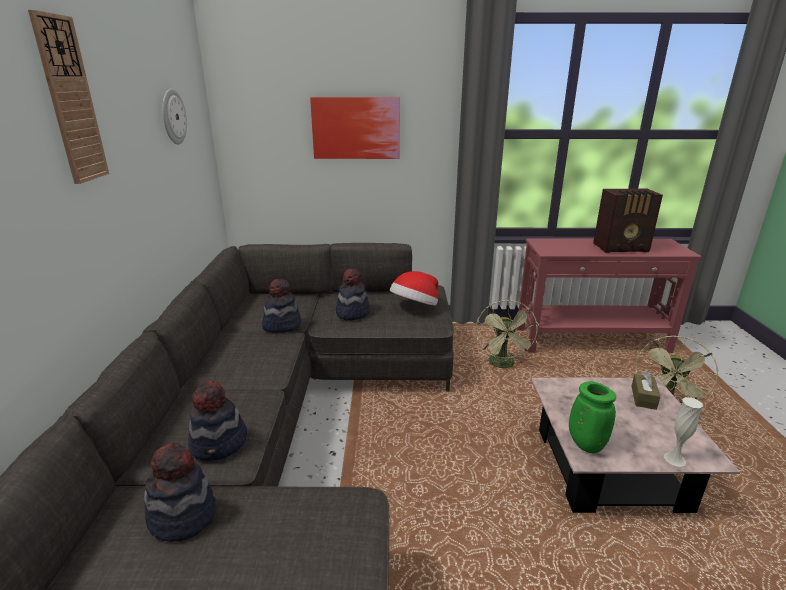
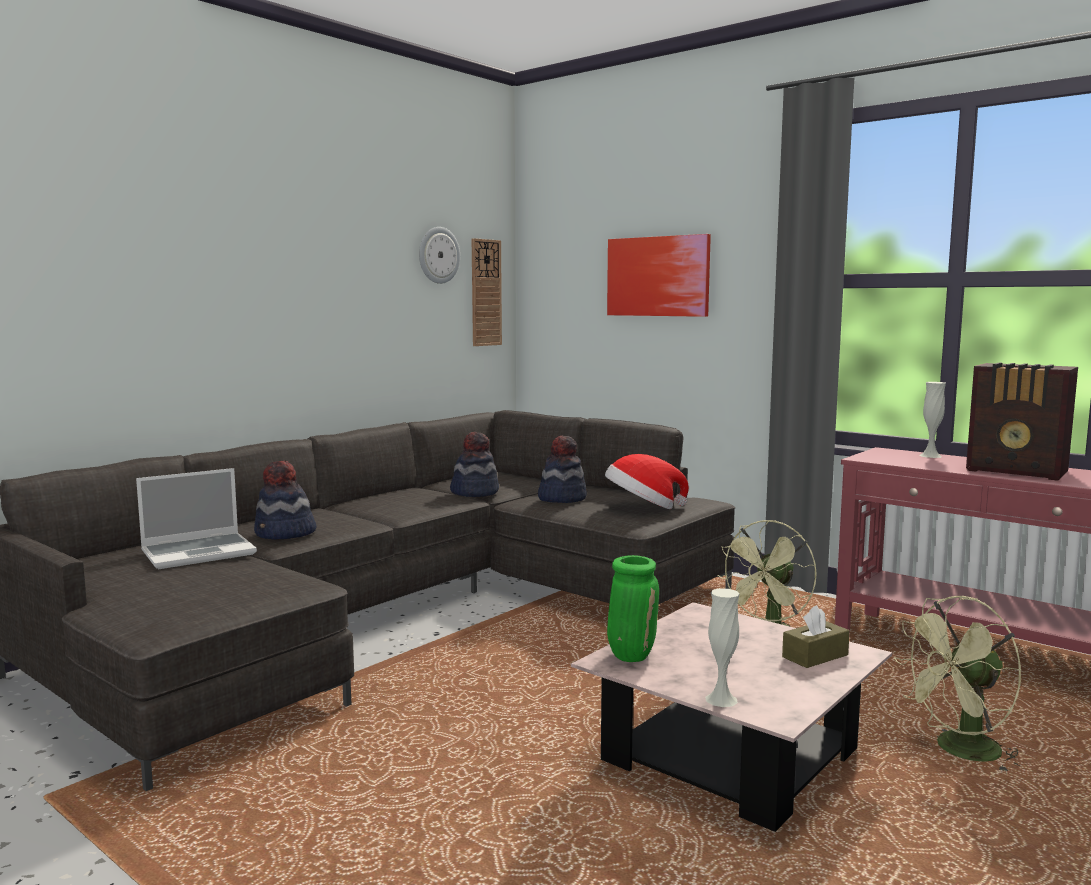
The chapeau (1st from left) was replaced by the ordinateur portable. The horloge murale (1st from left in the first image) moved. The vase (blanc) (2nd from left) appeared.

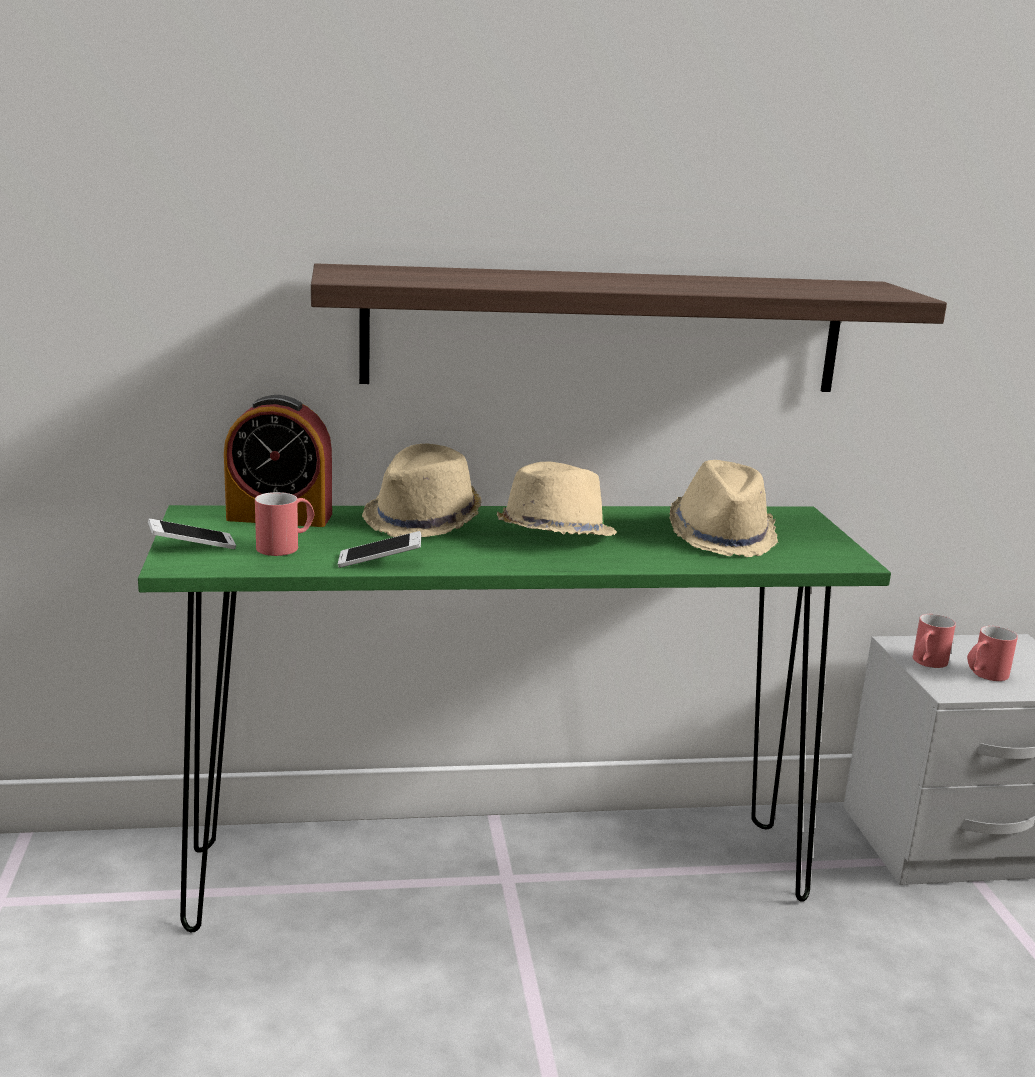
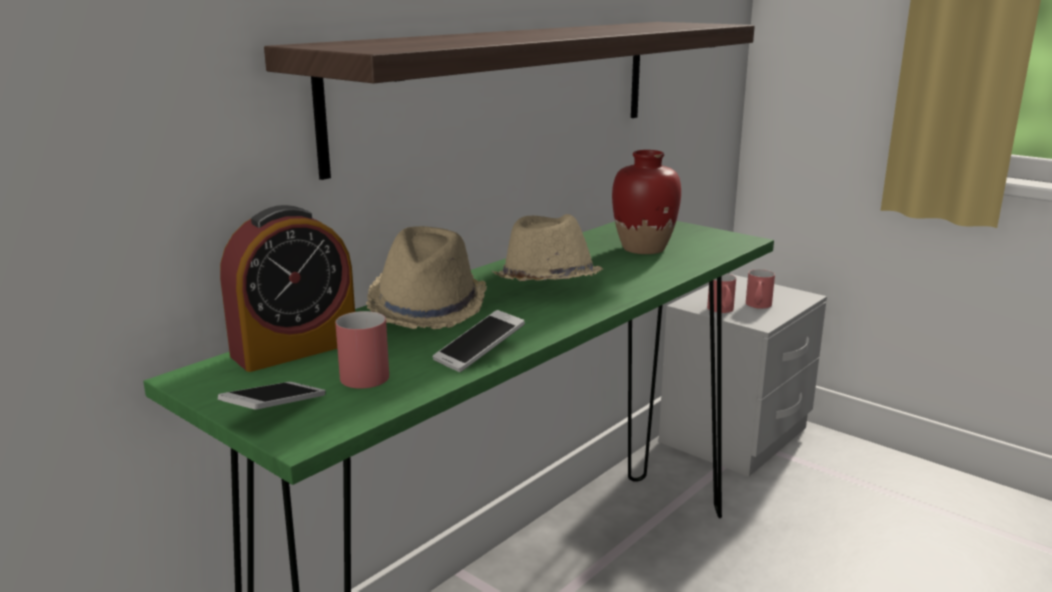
The chapeau (beige) (3rd from left) was replaced by the vase (rouge).

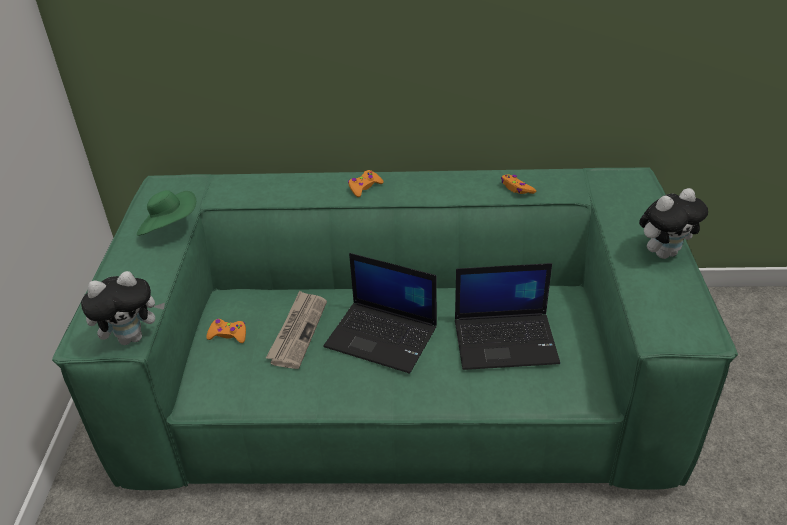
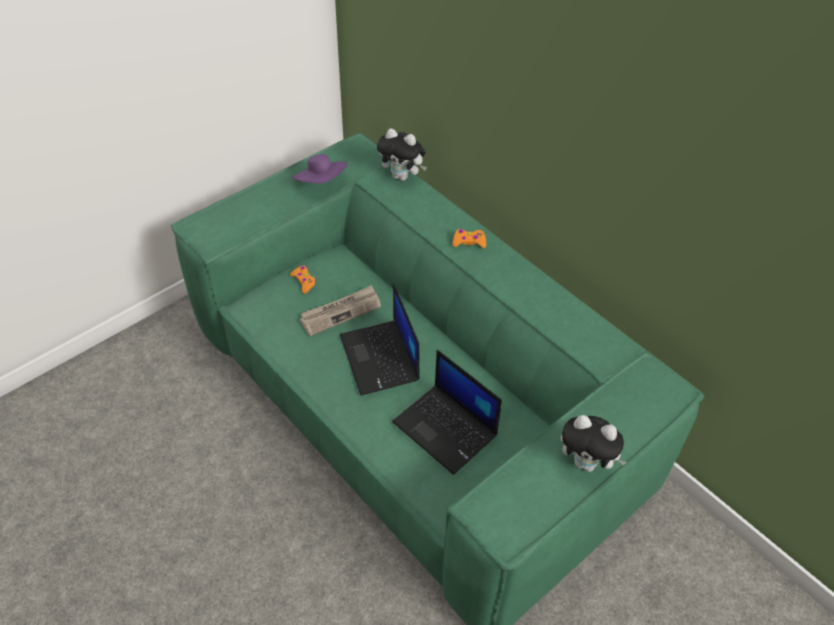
The chapeau (vert) became the chapeau (violet). The peluche (1st from left) moved. The manette (orange) (3rd from left) disappeared.

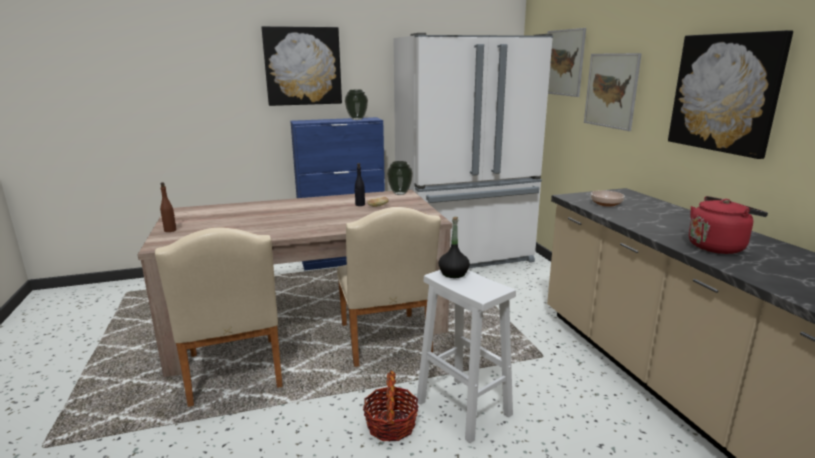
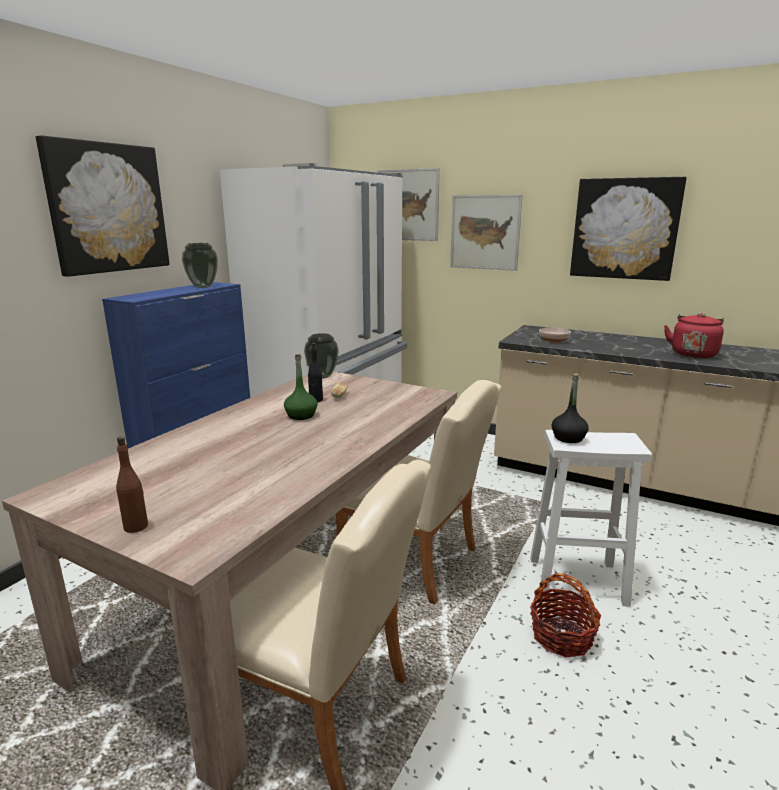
The bouteille (vert) appeared.

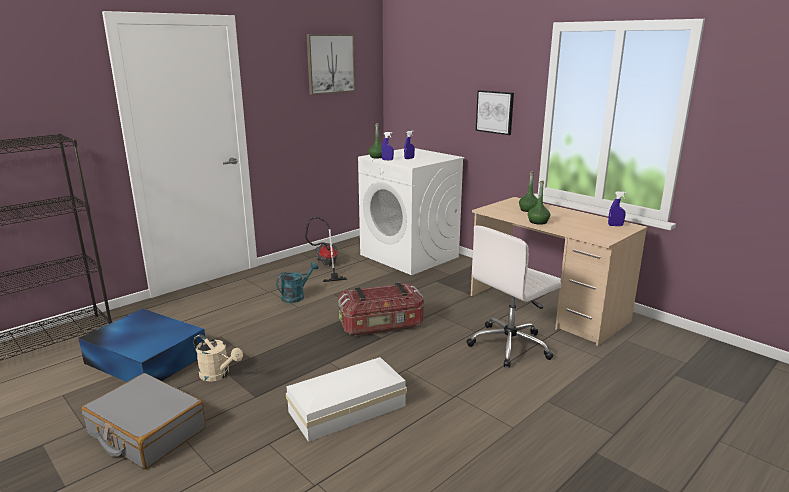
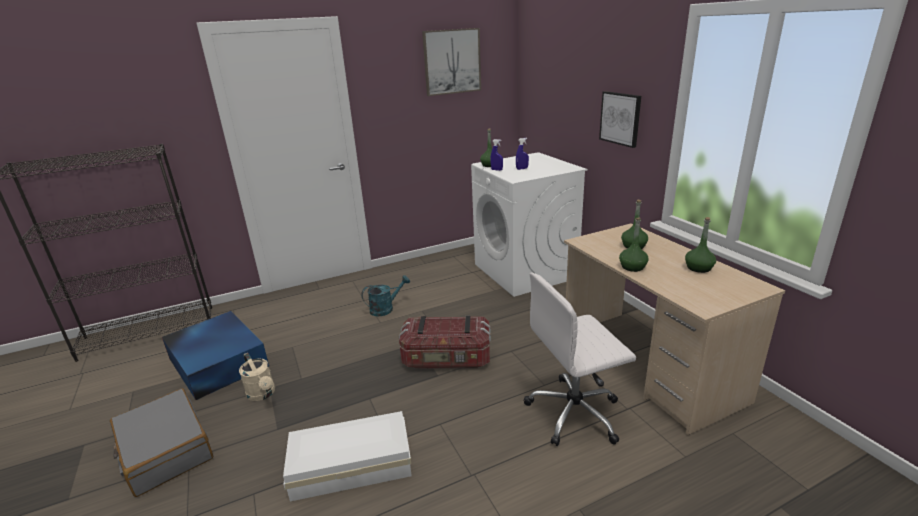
The bouteille (vert) (4th from left) appeared. The aspirateur disappeared. The vaporisateur (bleu) (3rd from left) disappeared.

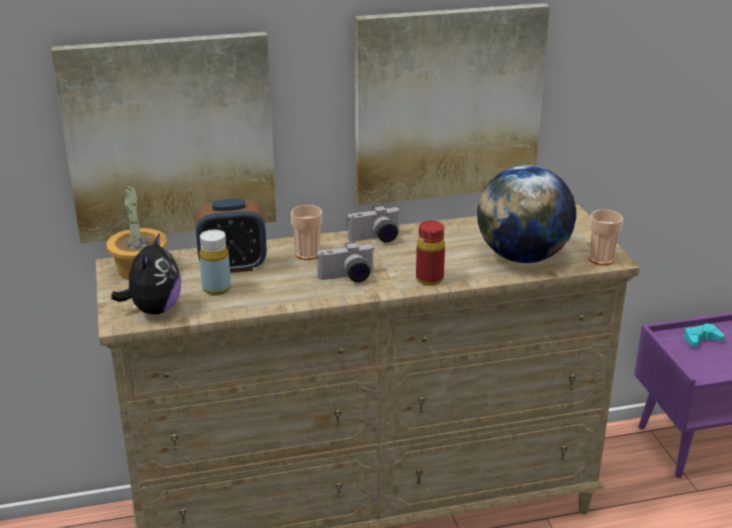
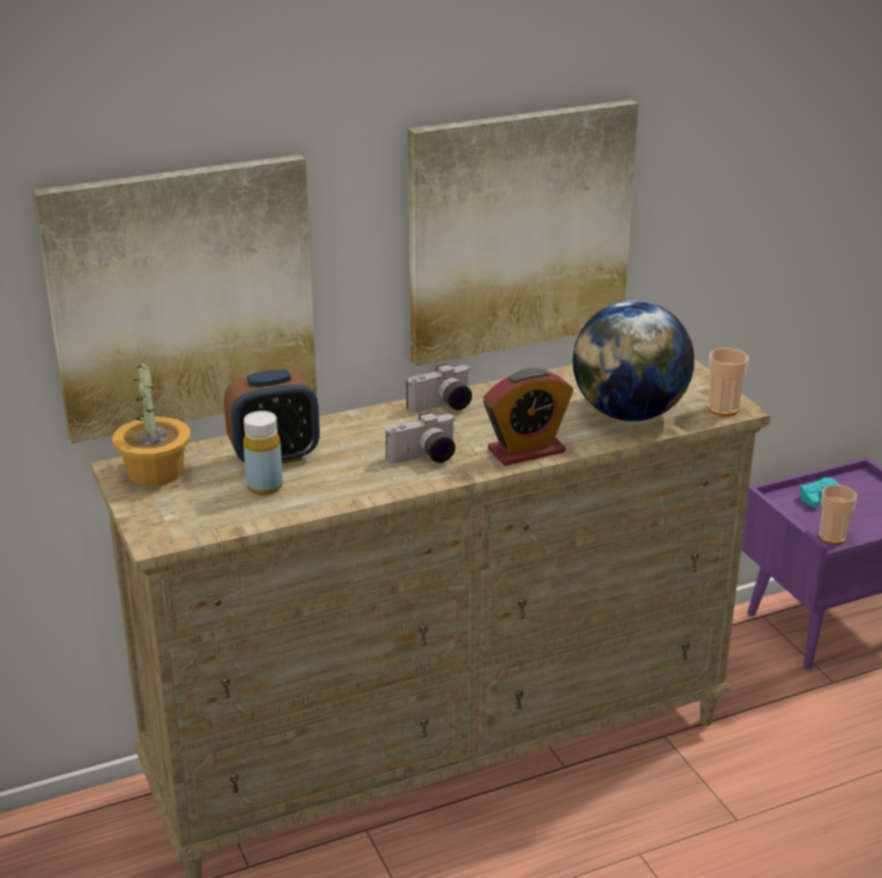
The bouteille (rouge) was replaced by the réveil (2nd from left). The tasse (1st from left in the first image) moved. The peluche disappeared.

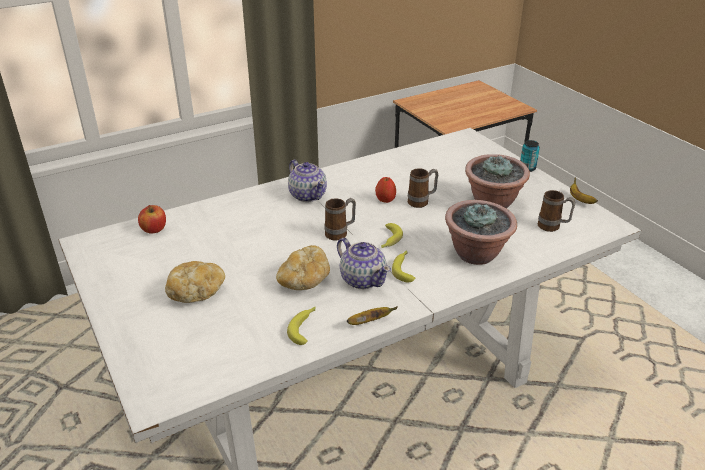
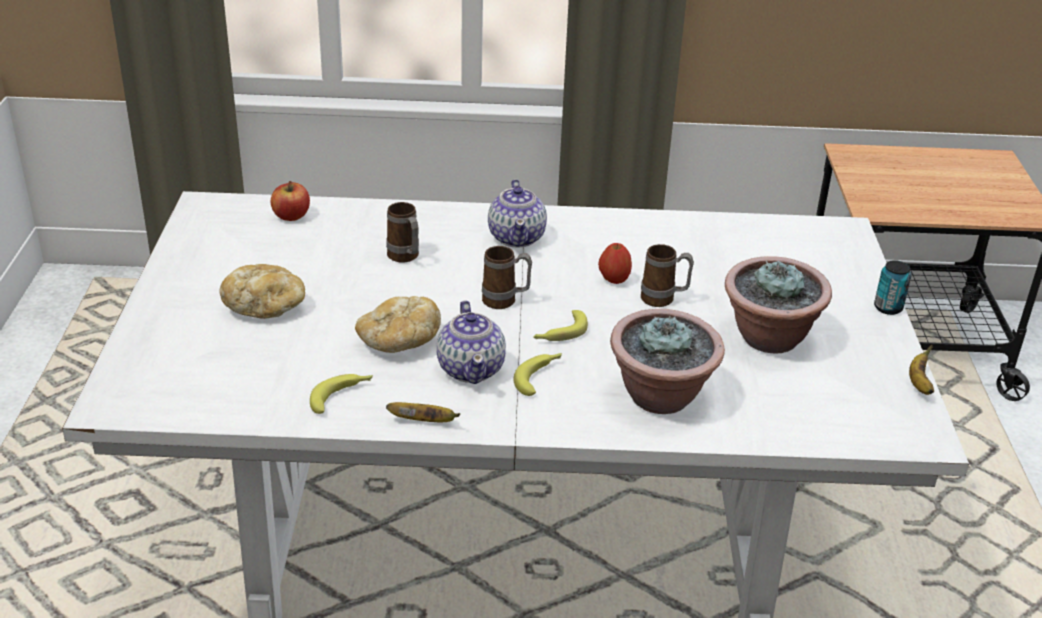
The mug (3rd from left in the first image) moved.

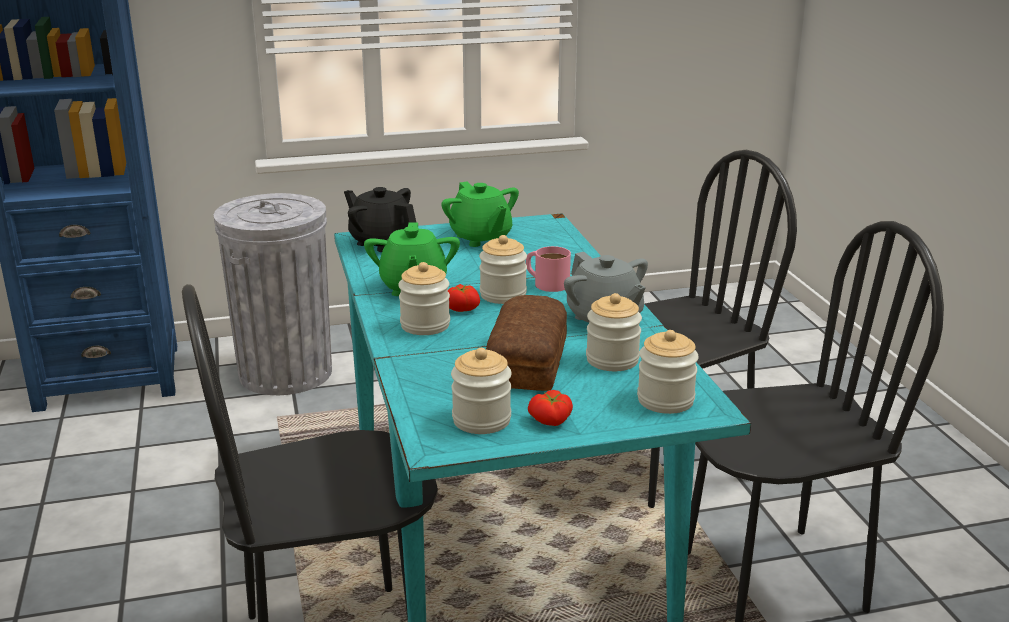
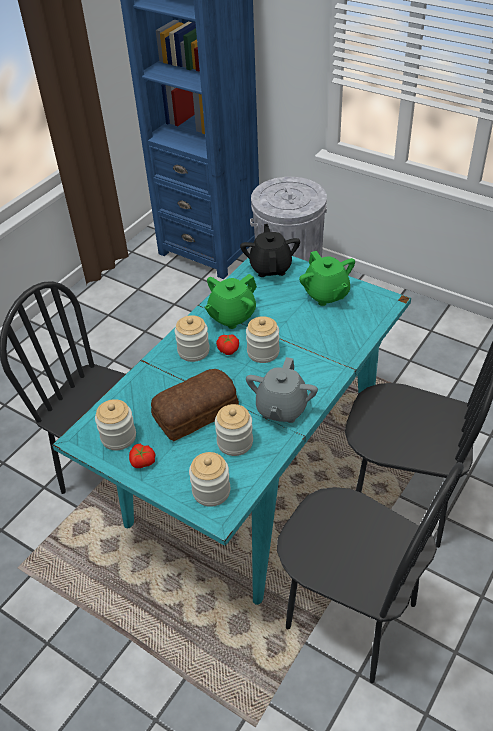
The théière (vert) (2nd from left) turned 45 degrees counterclockwise. The mug (rose) disappeared.

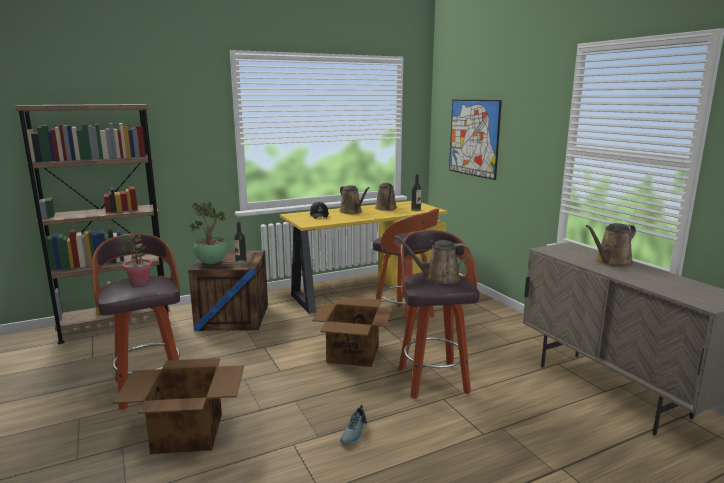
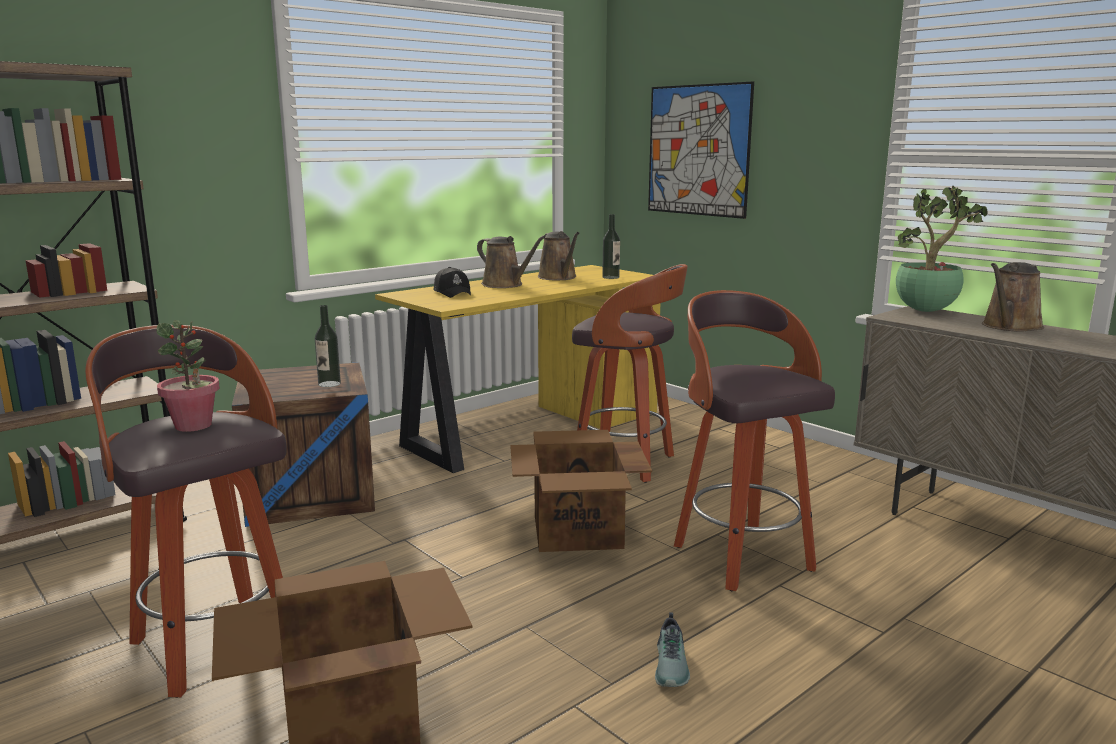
The plante en pot (2nd from left) moved. The arrosoir (marron) (3rd from left) disappeared.

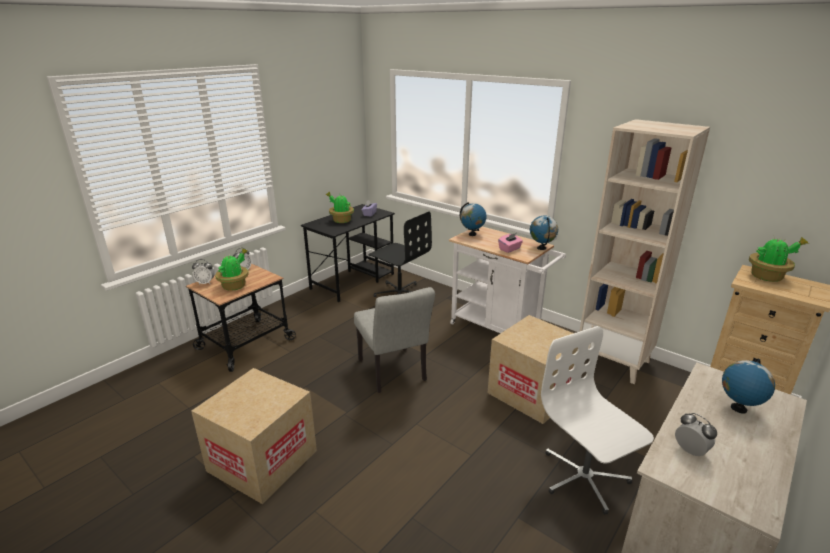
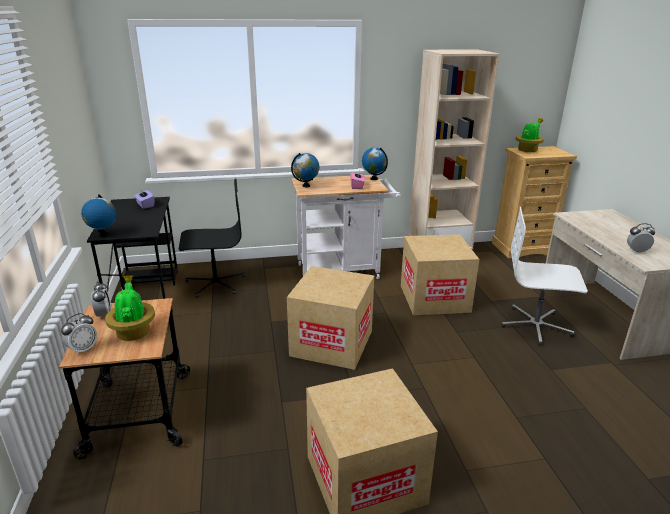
The globe (3rd from left in the first image) moved. The chaise (gris) was replaced by the carton (1st from left). The plante en pot (2nd from left) disappeared.

